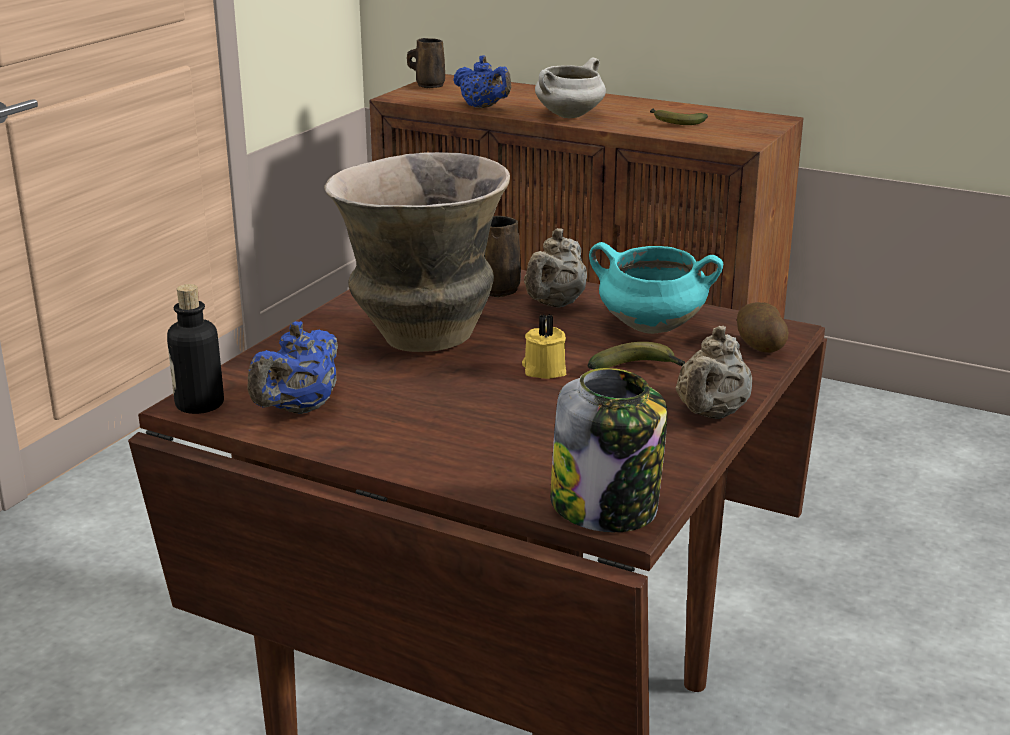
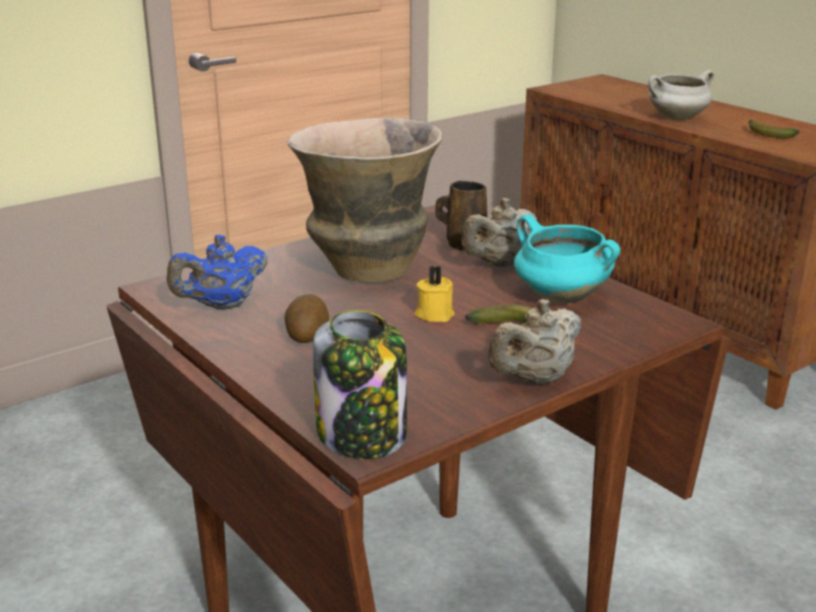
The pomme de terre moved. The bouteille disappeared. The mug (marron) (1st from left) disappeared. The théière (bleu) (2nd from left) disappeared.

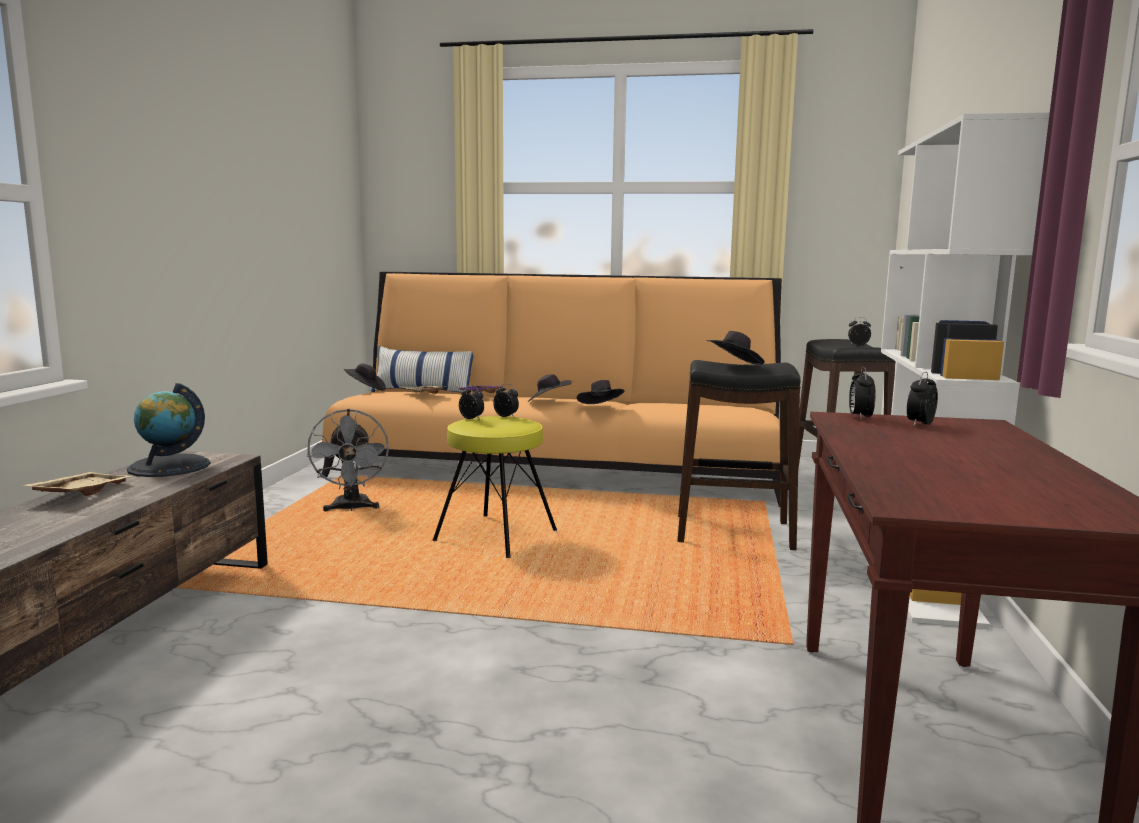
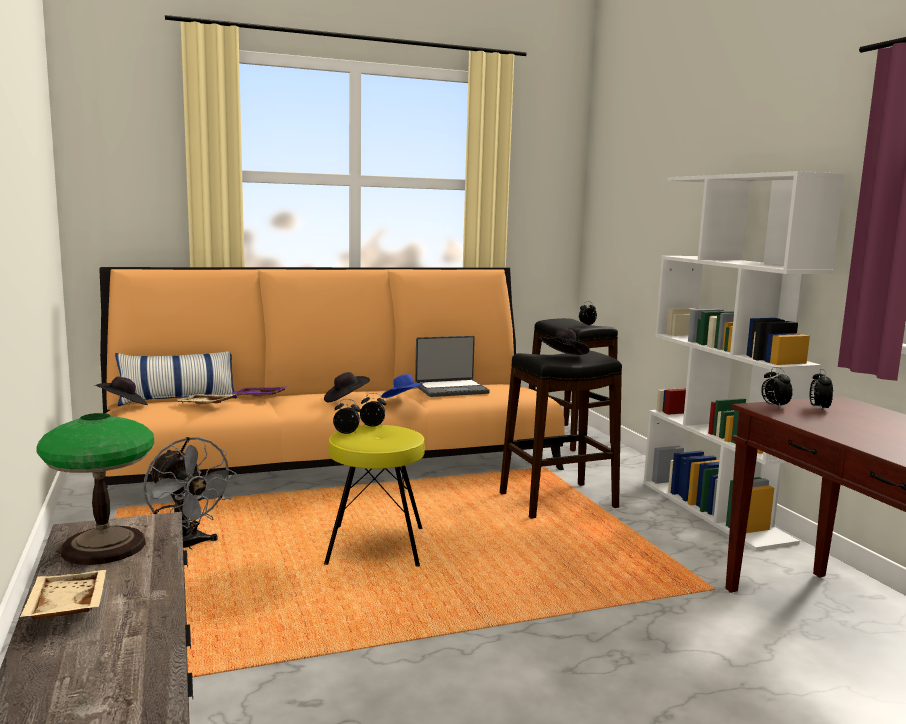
The globe was replaced by the lampe de table. The chapeau (noir) (3rd from left) became the chapeau (bleu). The ordinateur portable appeared.

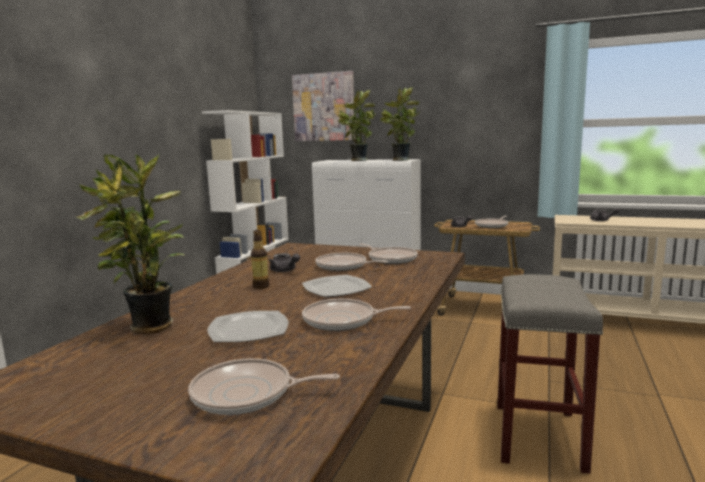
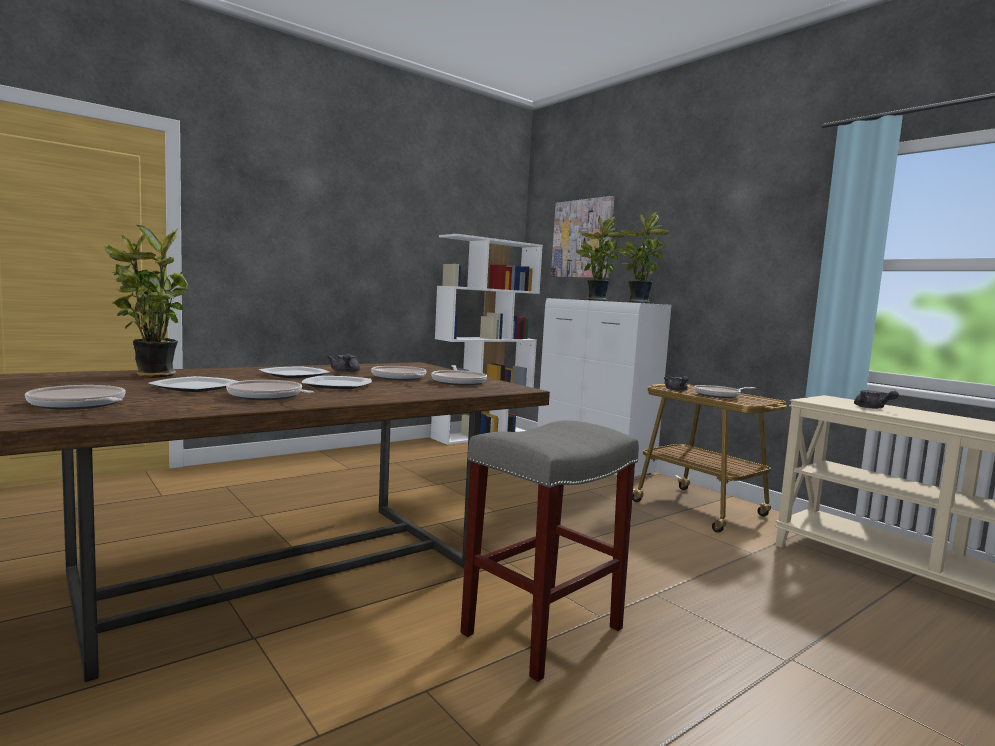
The bouteille was replaced by the assiette (2nd from left).

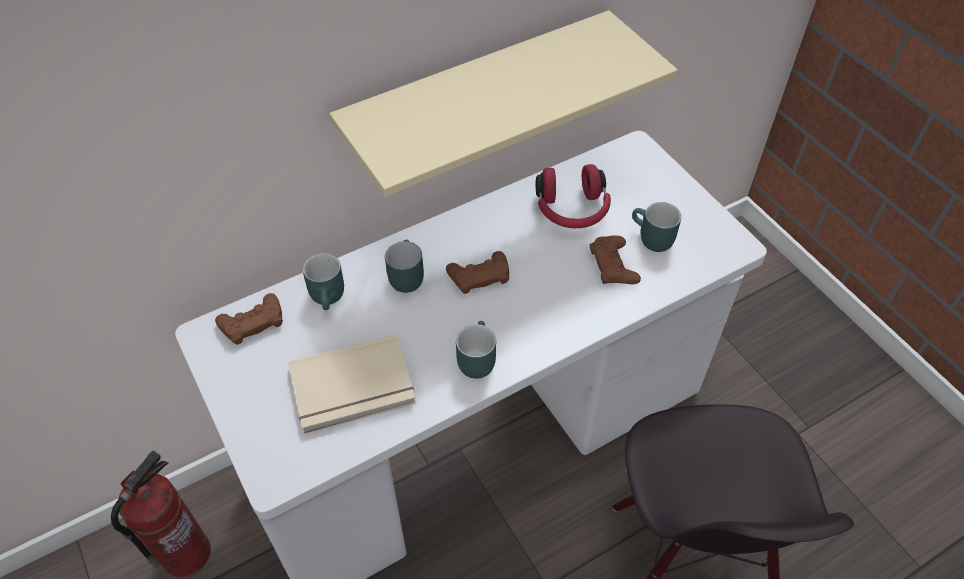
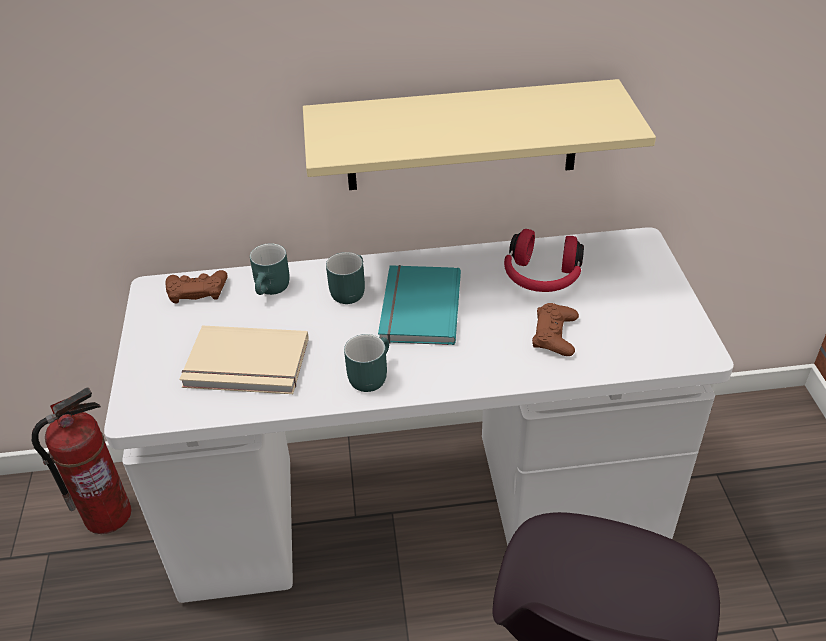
The manette (marron) (2nd from left) was replaced by the livre (turquoise). The mug (turquoise) (4th from left) disappeared.

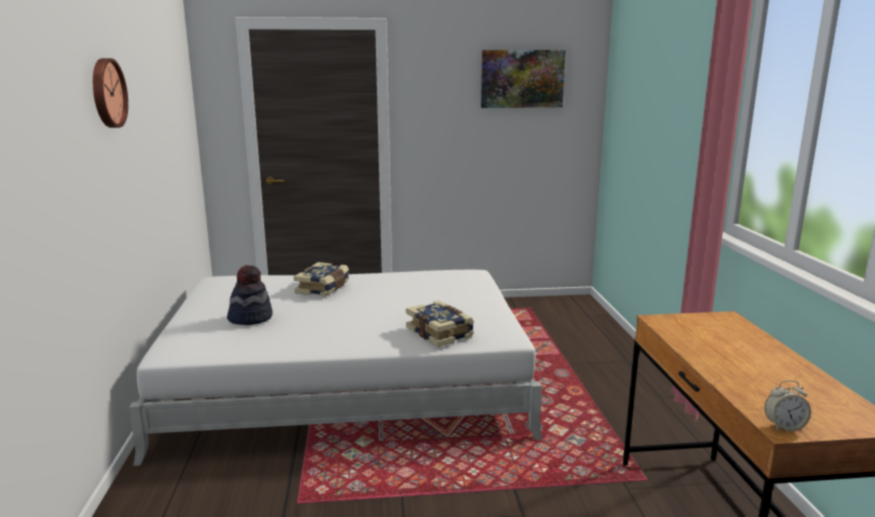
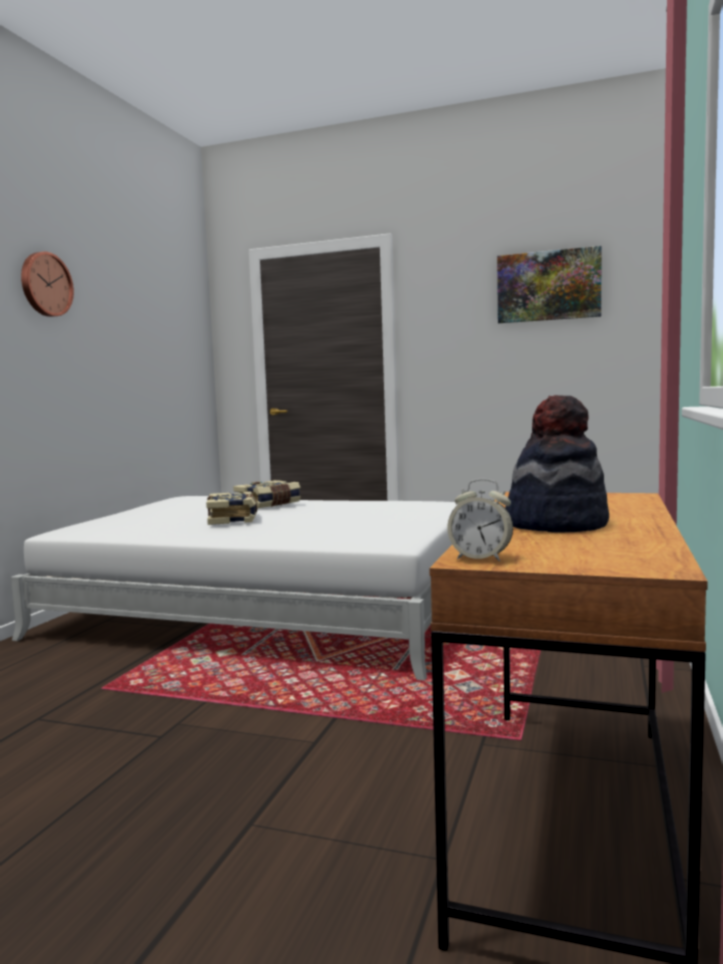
The livre (2nd from left in the first image) moved. The chapeau moved.

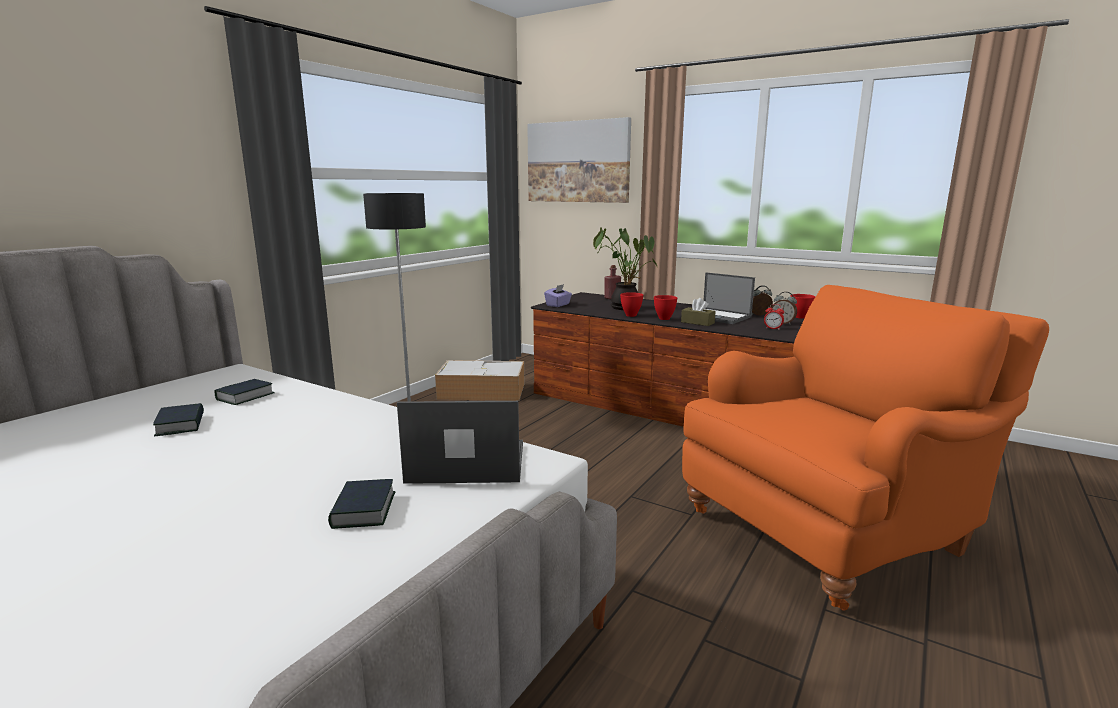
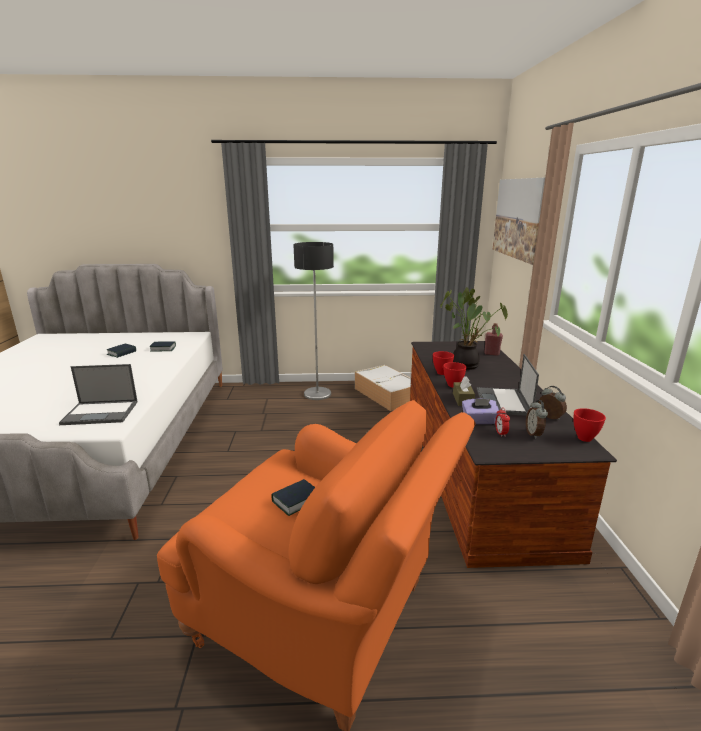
The ordinateur portable (1st from left) turned 120 degrees clockwise. The livre (3rd from left) moved. The boîte à mouchoirs (violet) moved.

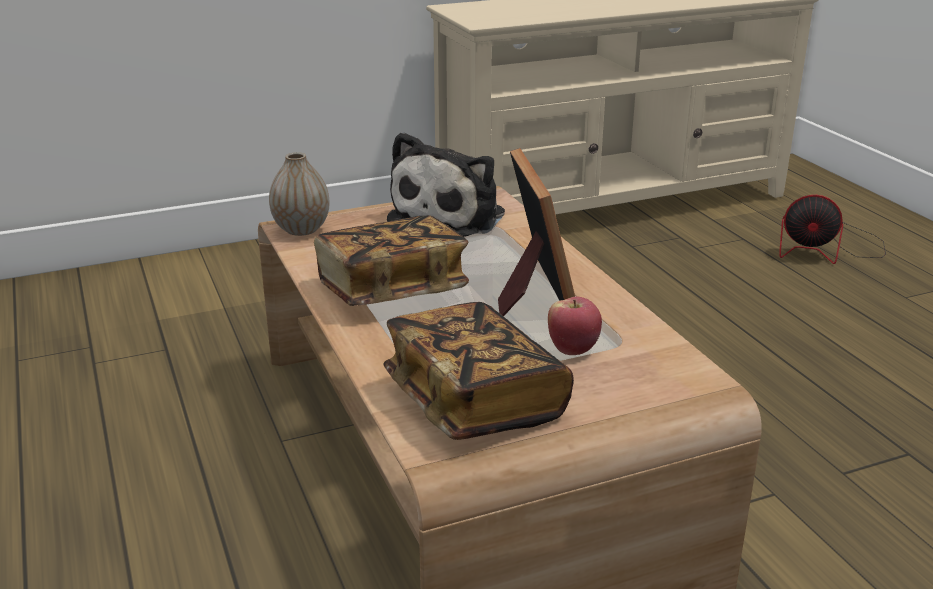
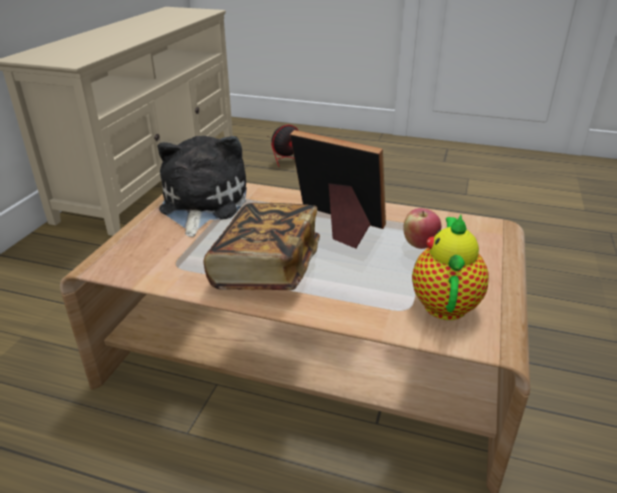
The peluche turned 150 degrees counterclockwise. The livre (2nd from left) was replaced by the théière. The vase disappeared.

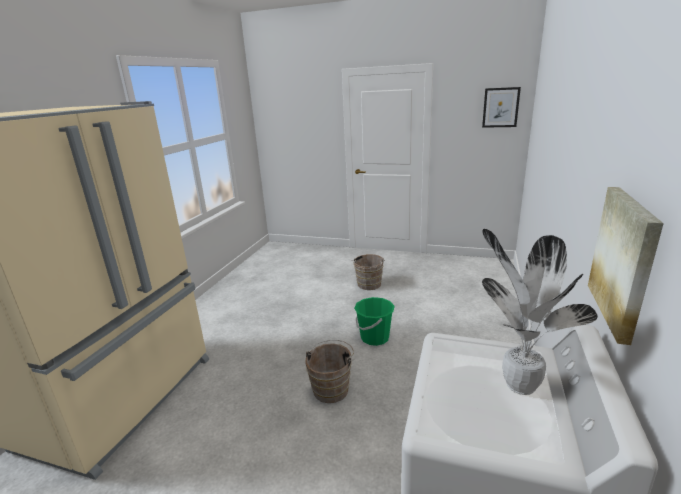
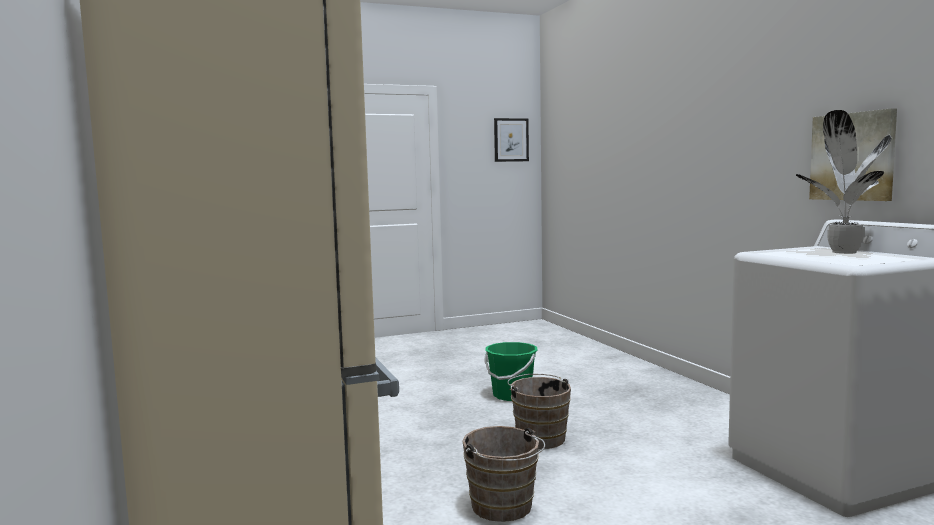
The seau (marron) (2nd from left in the first image) moved.

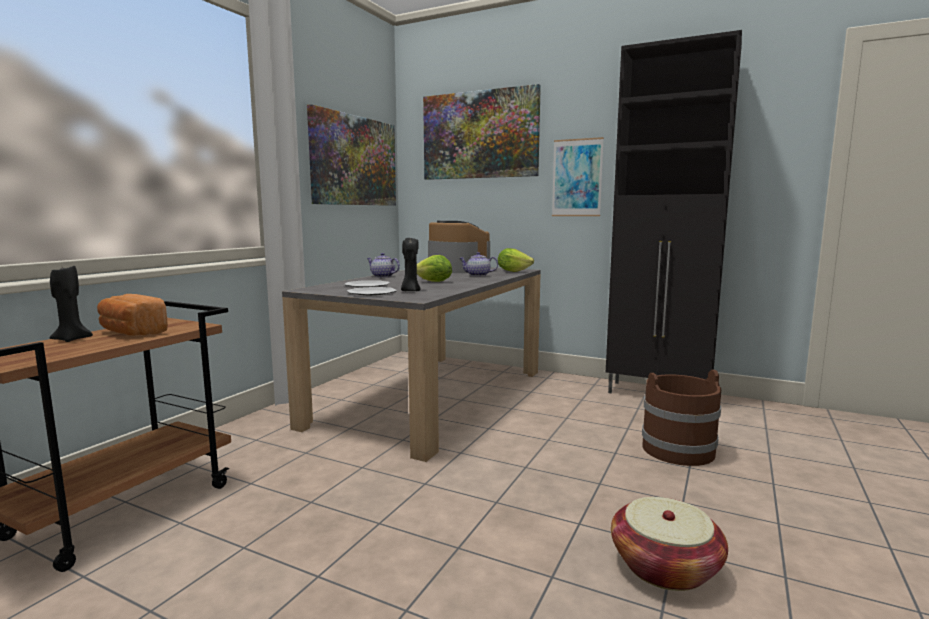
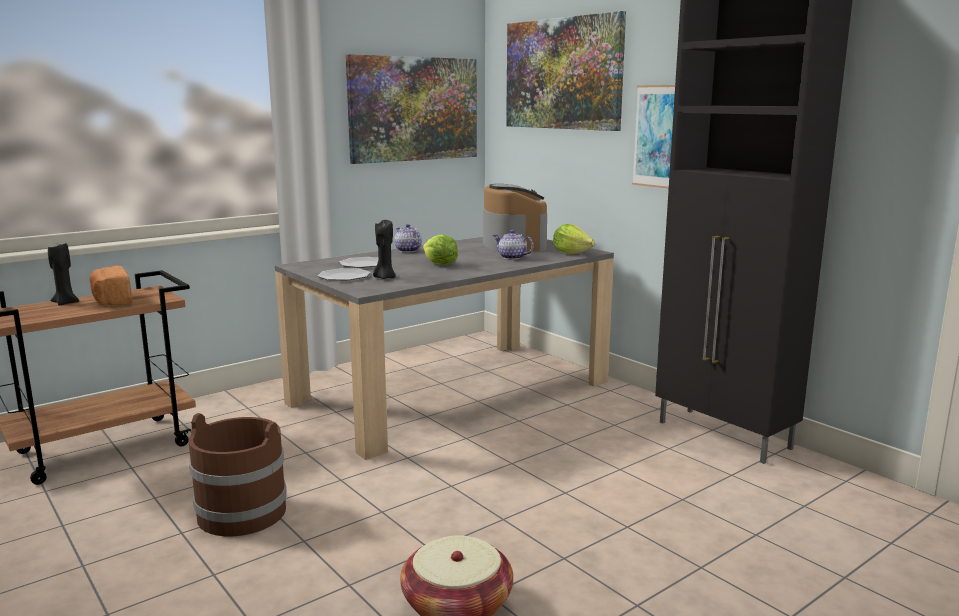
The seau (marron) moved.

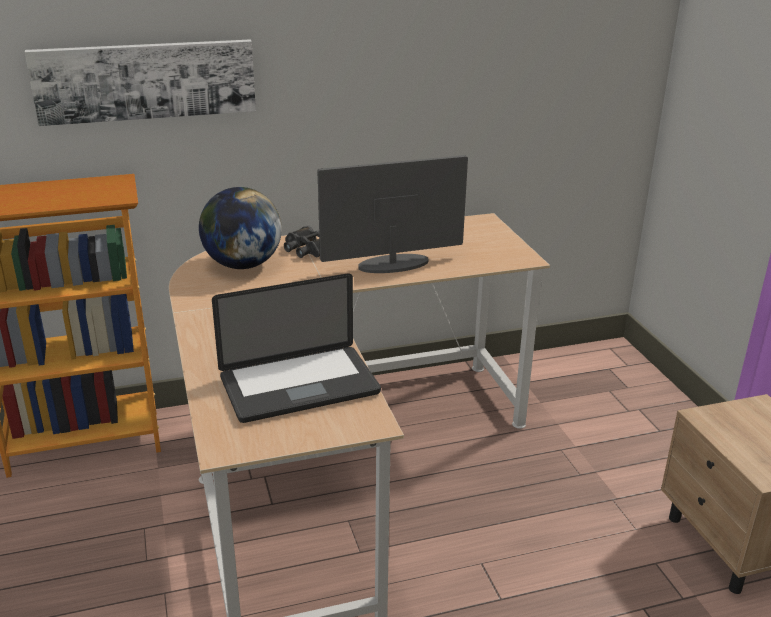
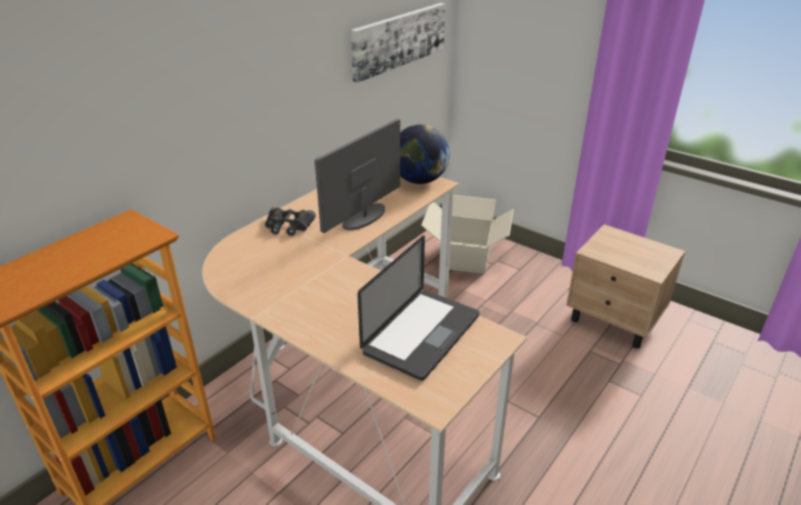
The tableau moved. The globe moved. The carton appeared.

